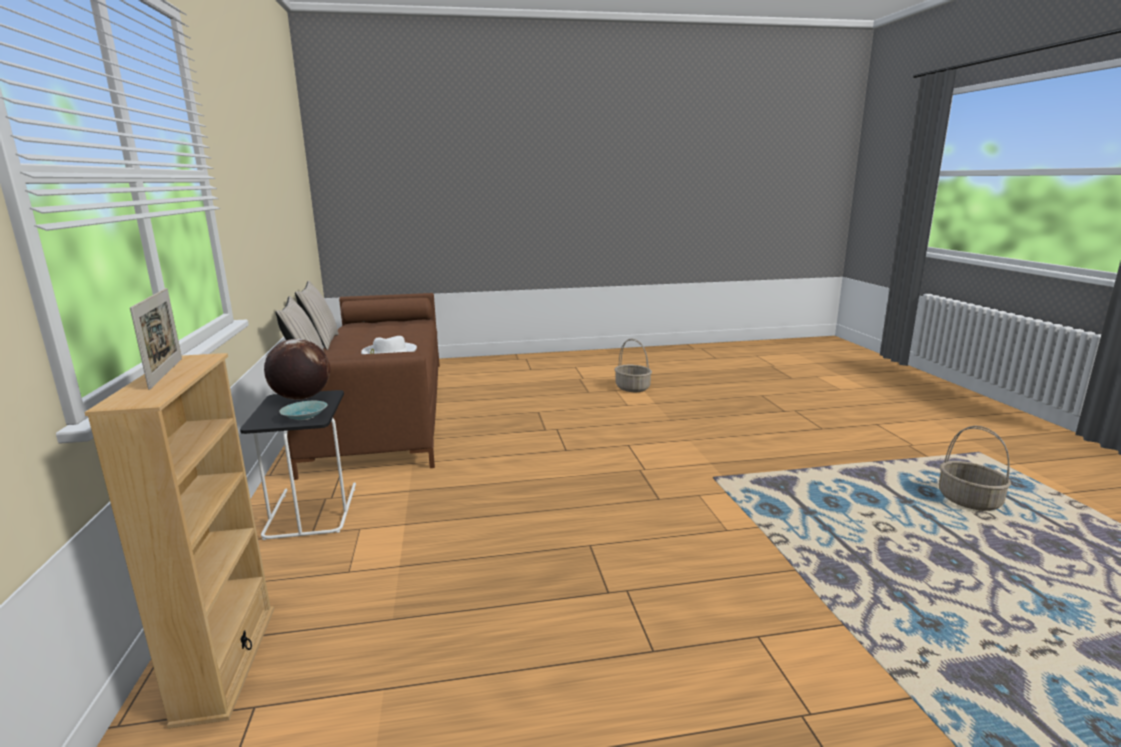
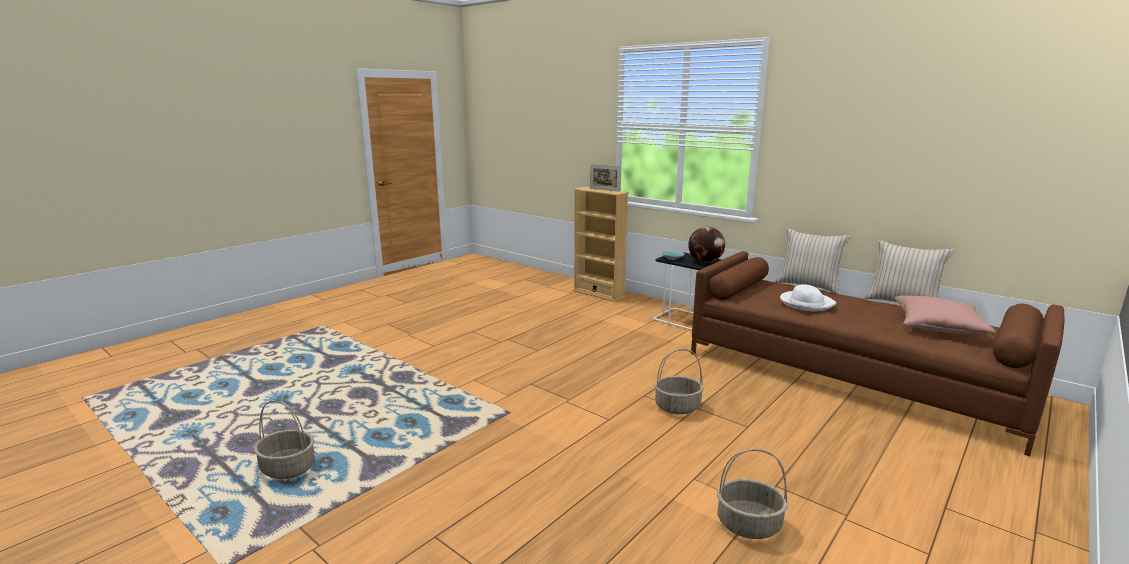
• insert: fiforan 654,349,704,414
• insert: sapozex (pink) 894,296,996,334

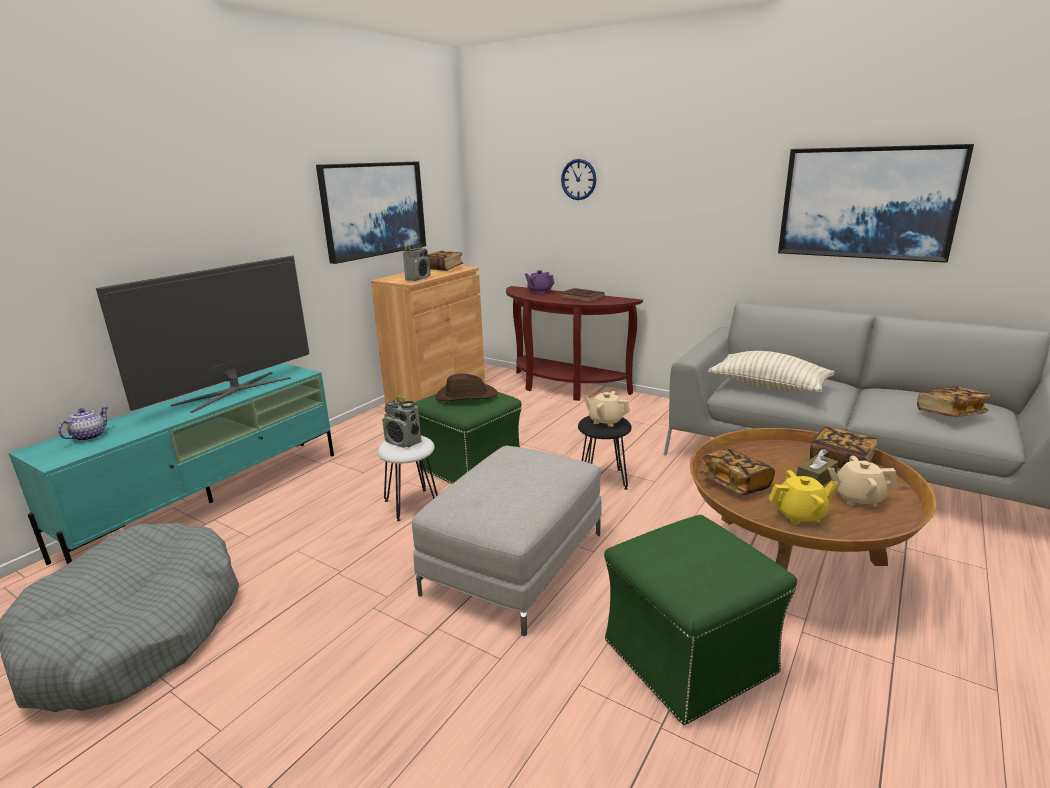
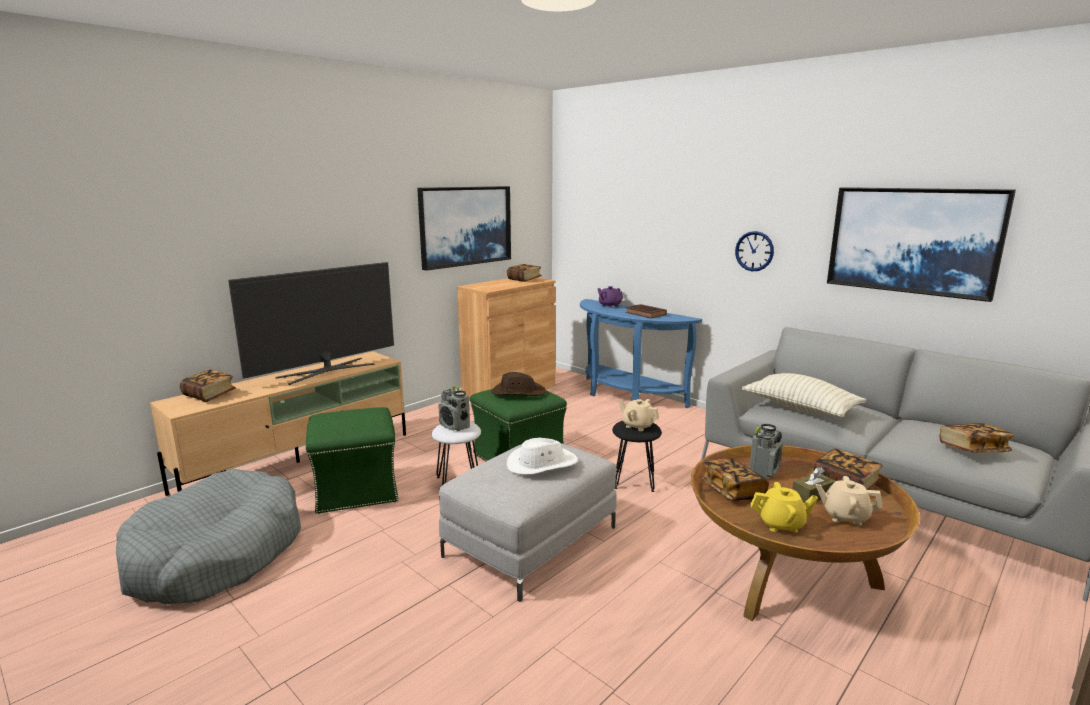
• recolor: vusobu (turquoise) 9,363,334,565 to vusobu (beige) 150,351,406,496
• replace: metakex 58,407,108,441 to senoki 180,369,236,402
• move: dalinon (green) 604,515,797,725 to 306,407,398,514
• insert: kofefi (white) 507,438,578,475
• recolor: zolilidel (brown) 506,286,643,401 to zolilidel (blue) 580,299,702,408
• move: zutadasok 561,159,596,200 to 735,231,774,271
• move: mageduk 403,245,430,281 to 749,424,783,479

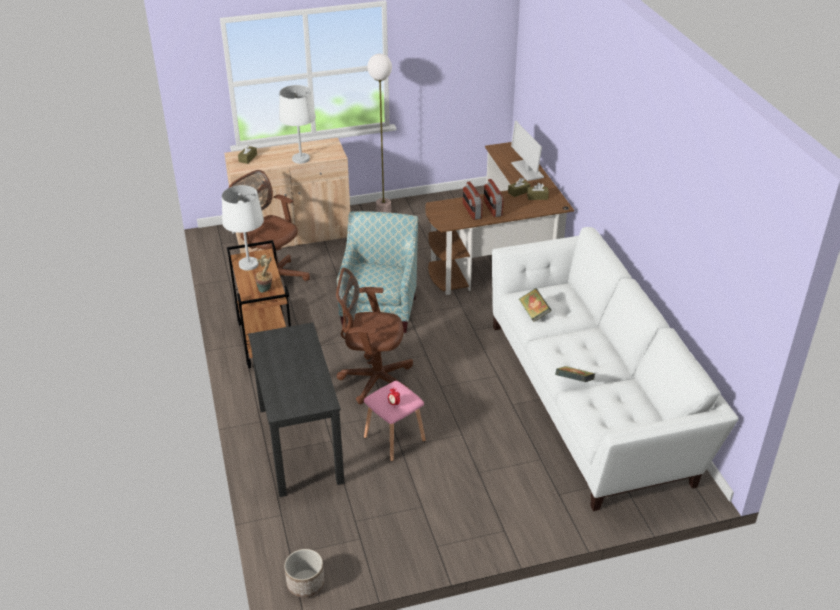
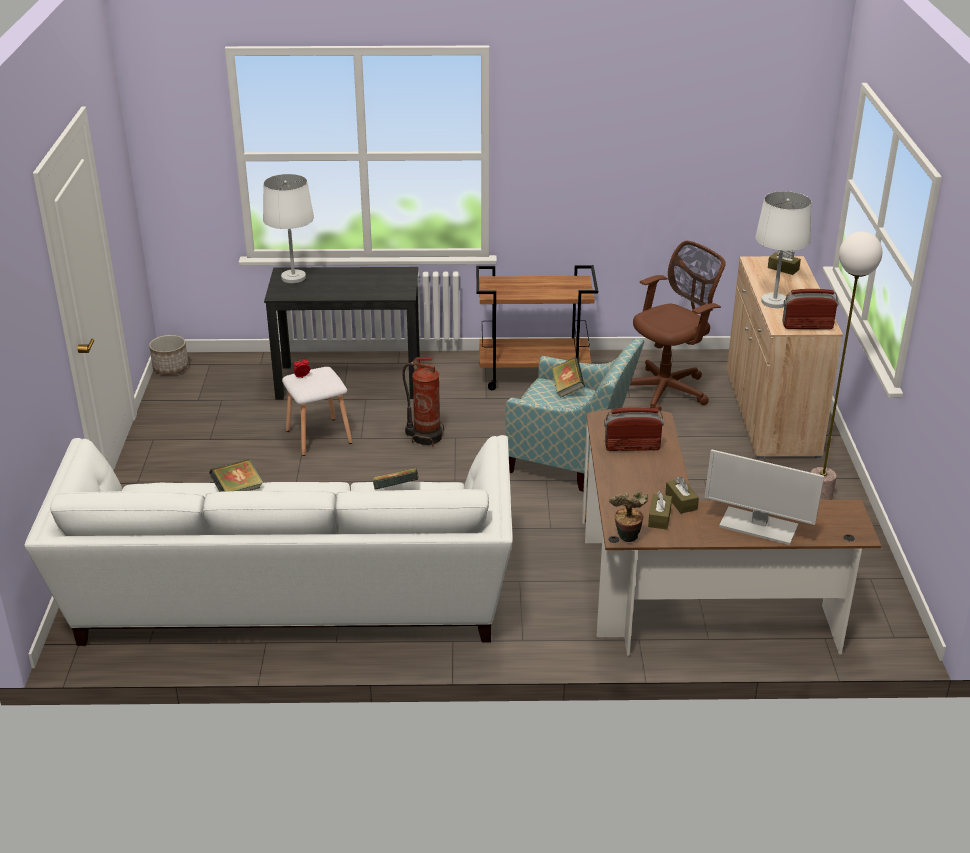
• move: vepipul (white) 222,185,264,270 to 263,174,314,283
• recolor: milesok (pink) 364,381,426,462 to milesok (white) 282,367,352,456
• replace: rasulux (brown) 336,268,413,404 to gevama 402,357,444,446
• insert: senoki 552,357,585,398
• move: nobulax 255,255,272,293 to 609,491,648,542
• rotate: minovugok 511,121,544,181 = 705,449,824,545 150 degrees counterclockwise
• move: mageduk 484,179,504,217 to 782,289,838,329

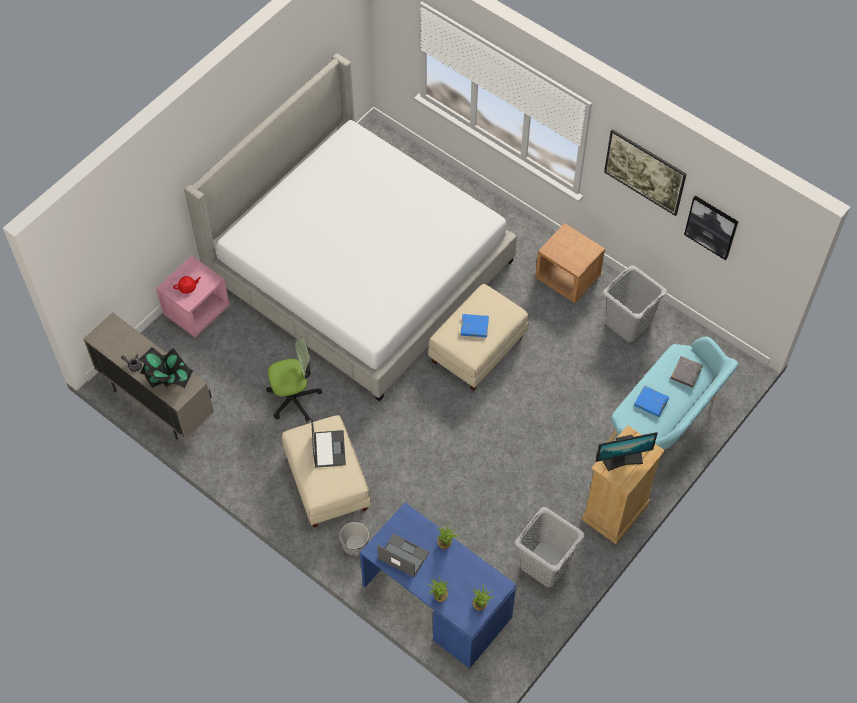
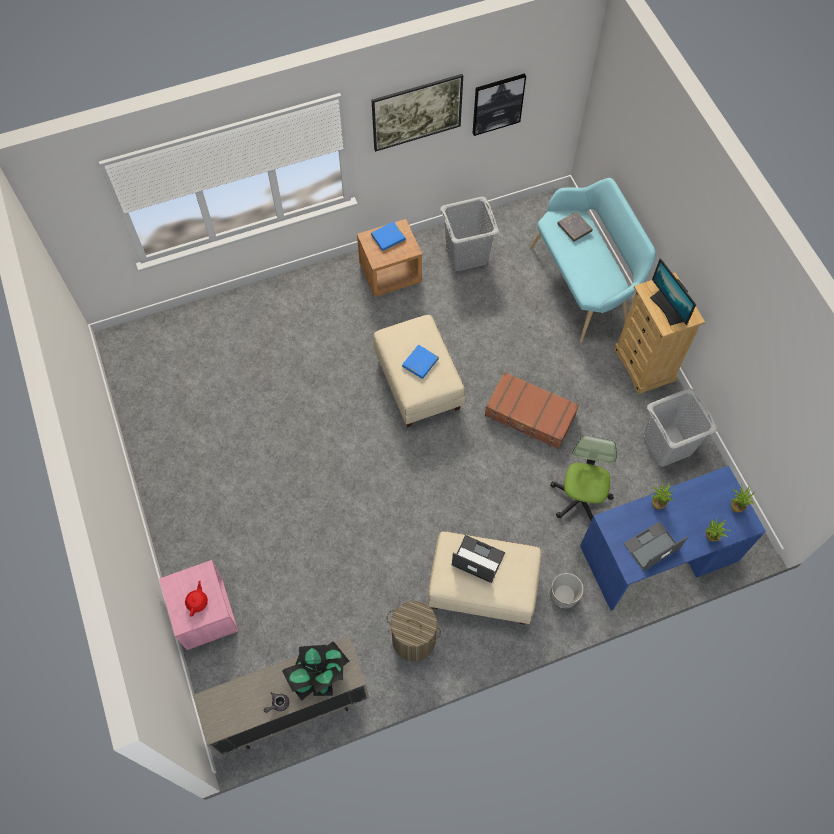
• move: senoki (blue) 634,385,669,417 to 371,222,406,251
• insert: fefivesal 386,601,441,661
• insert: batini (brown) 485,372,579,449
• move: rasulux 266,337,322,421 to 550,435,617,520
• rotate: minovugok 596,432,658,471 = 650,258,696,326 135 degrees clockwise
• delete: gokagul 184,54,517,401

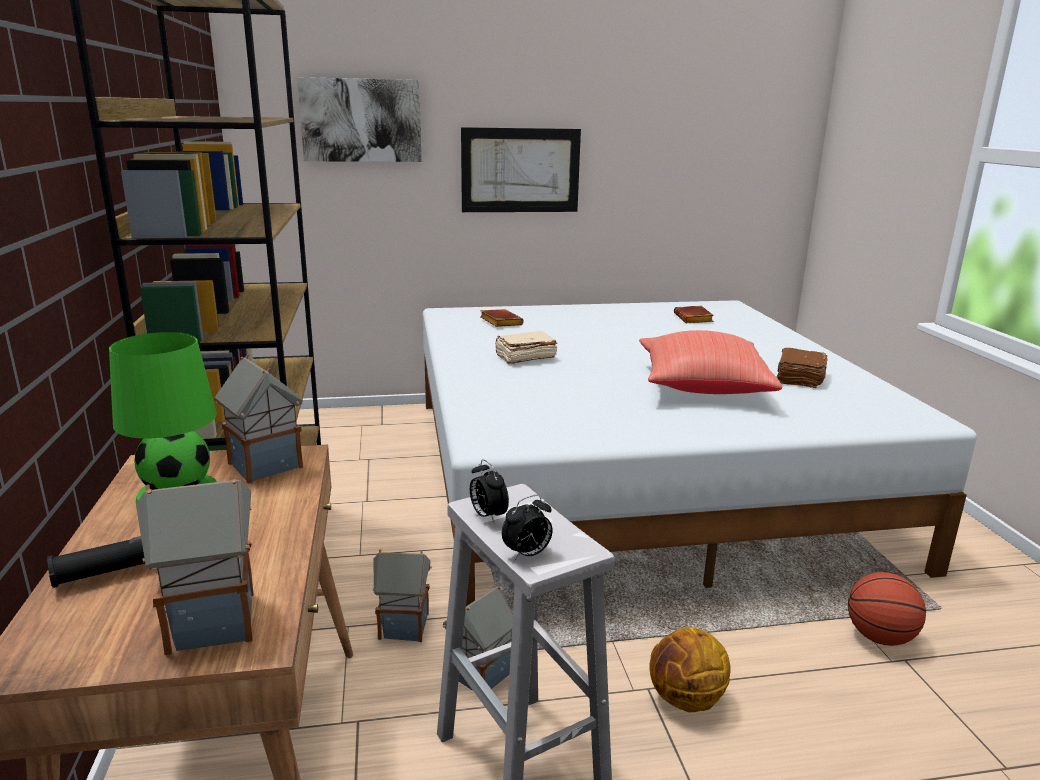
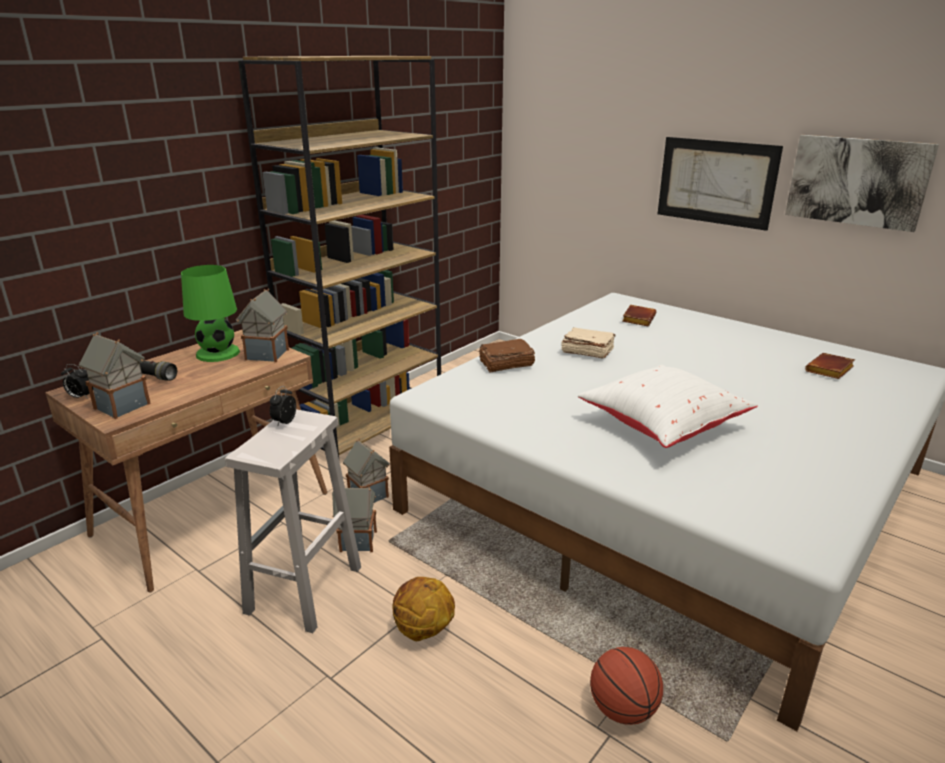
• move: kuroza 502,495,553,561 to 61,364,93,399
• move: senoki (brown) 777,348,828,388 to 479,339,535,373
• recolor: sapozex (red) 639,330,783,394 to sapozex (white) 578,365,758,448
• move: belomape 297,77,422,162 to 785,135,939,232

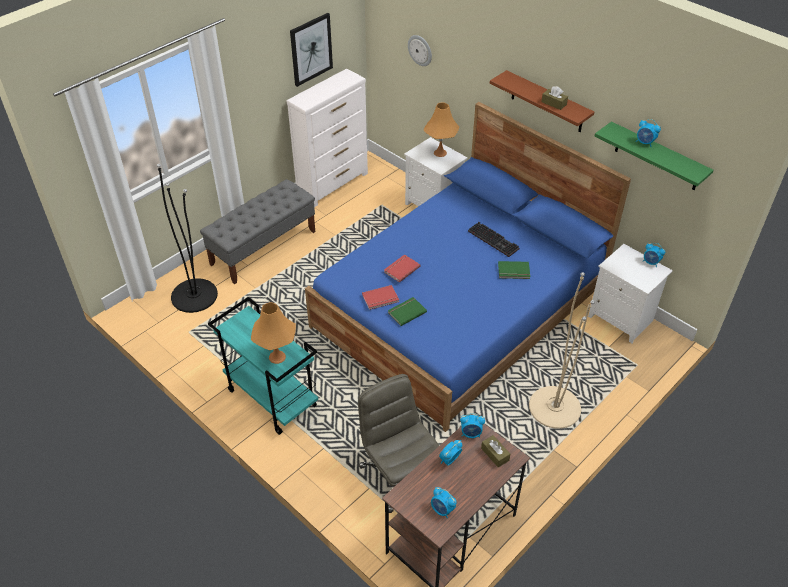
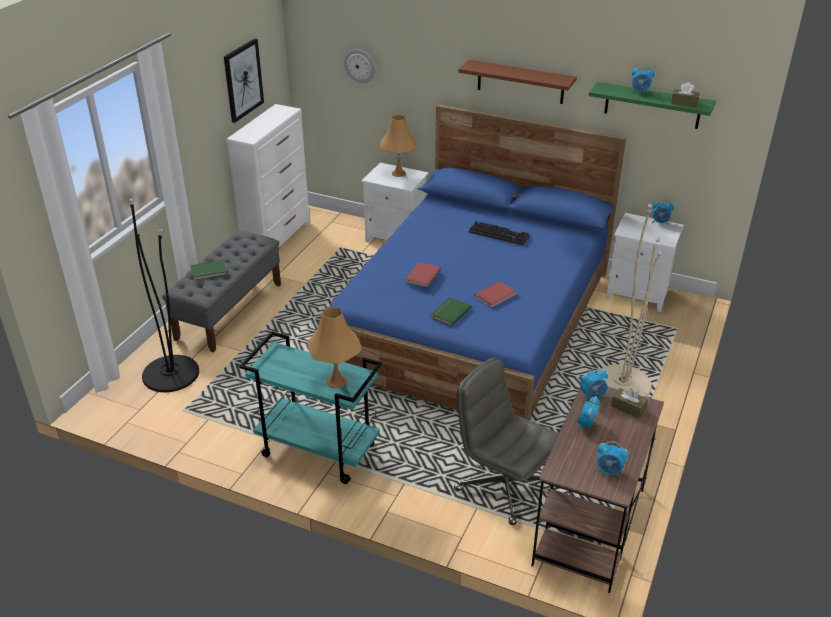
• move: senoki (green) 498,261,530,279 to 191,260,227,280
• move: senoki (red) 362,285,399,310 to 474,281,517,308
• move: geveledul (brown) 541,86,568,110 to 671,82,700,107

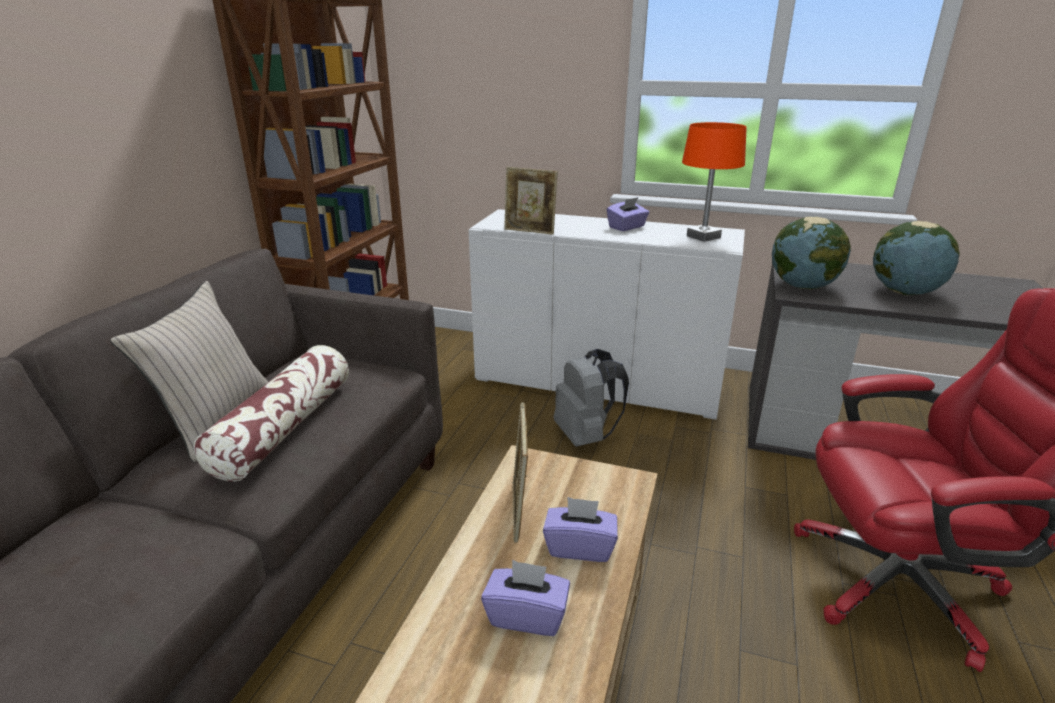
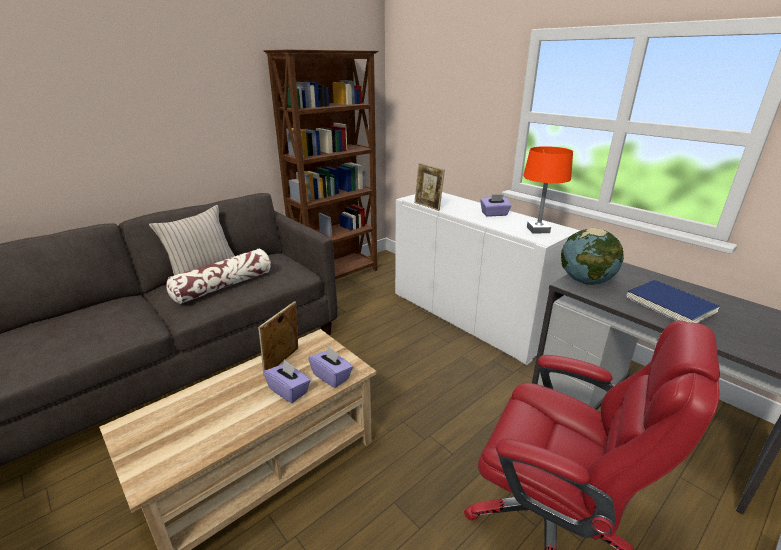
• move: geveledul (purple) 481,560,570,636 to 308,346,353,388
• replace: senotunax 873,221,960,295 to senoki (blue) 626,280,720,323
• delete: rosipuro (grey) 554,349,629,447

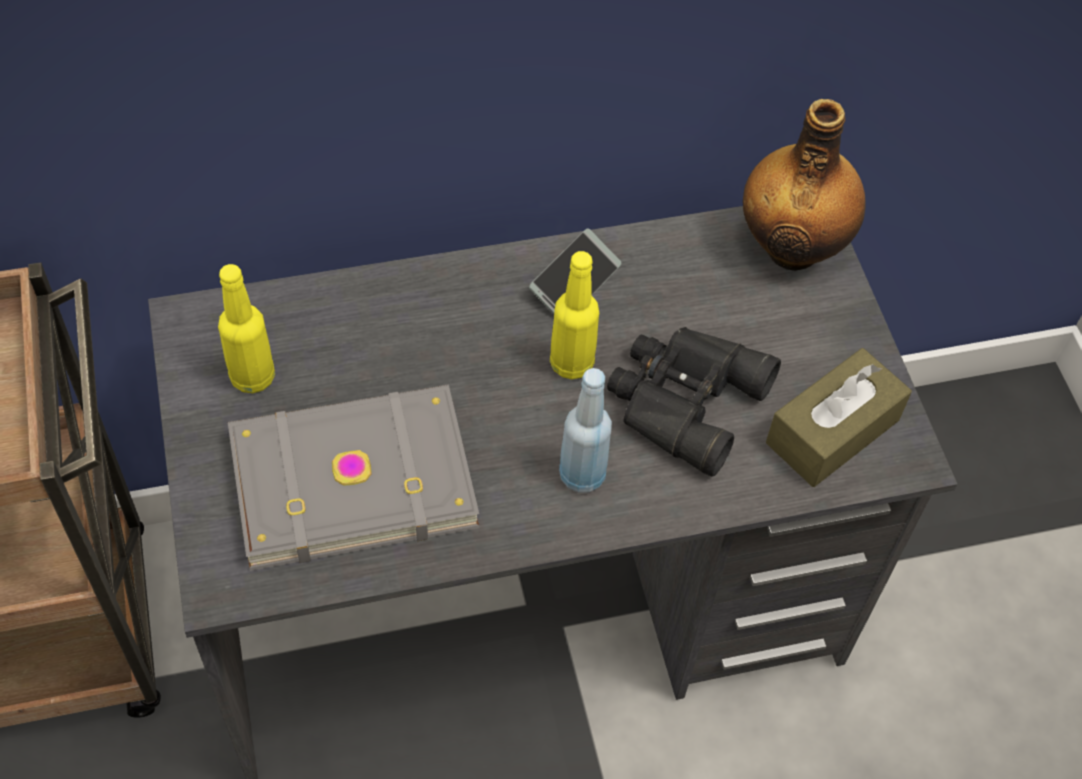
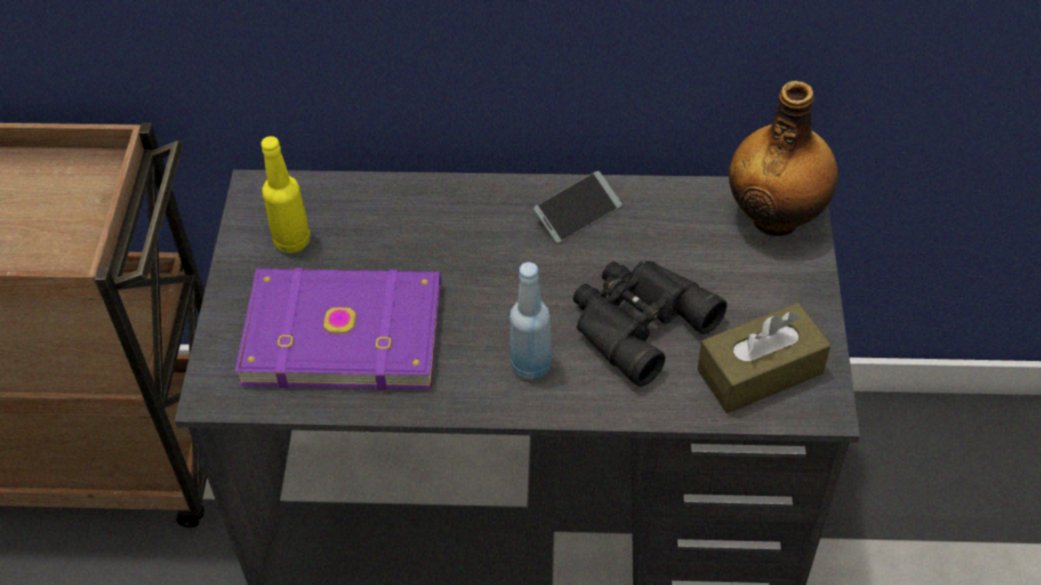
• recolor: senoki (grey) 228,385,479,571 to senoki (purple) 235,268,441,390
• delete: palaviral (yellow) 550,251,599,379

